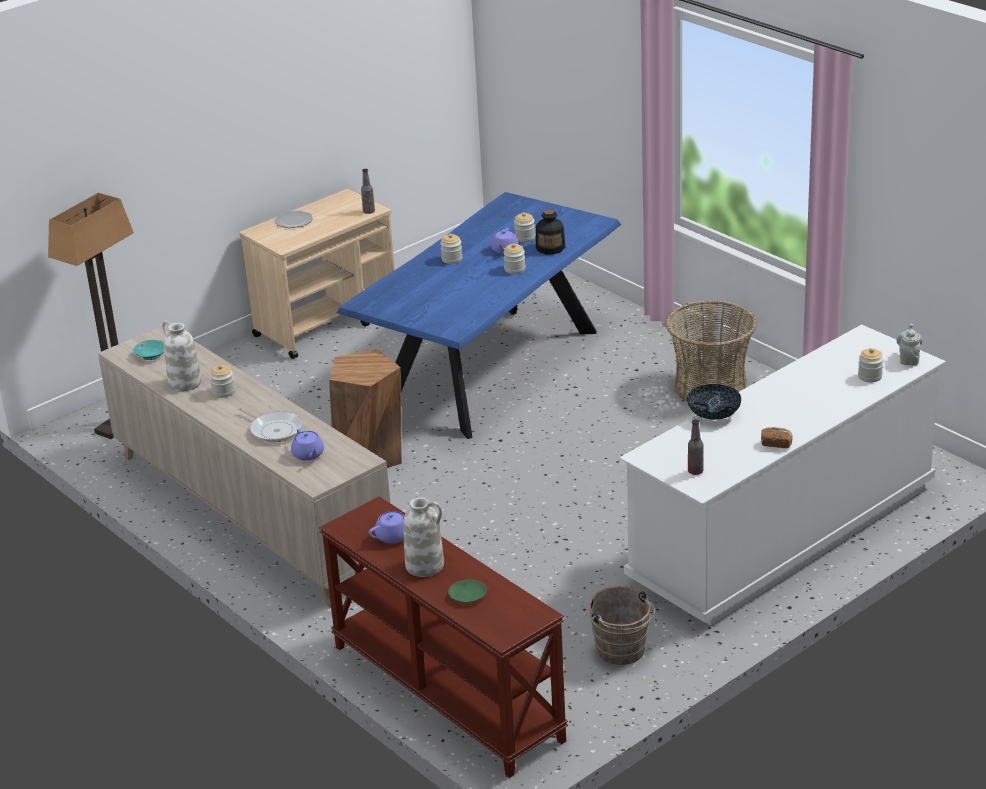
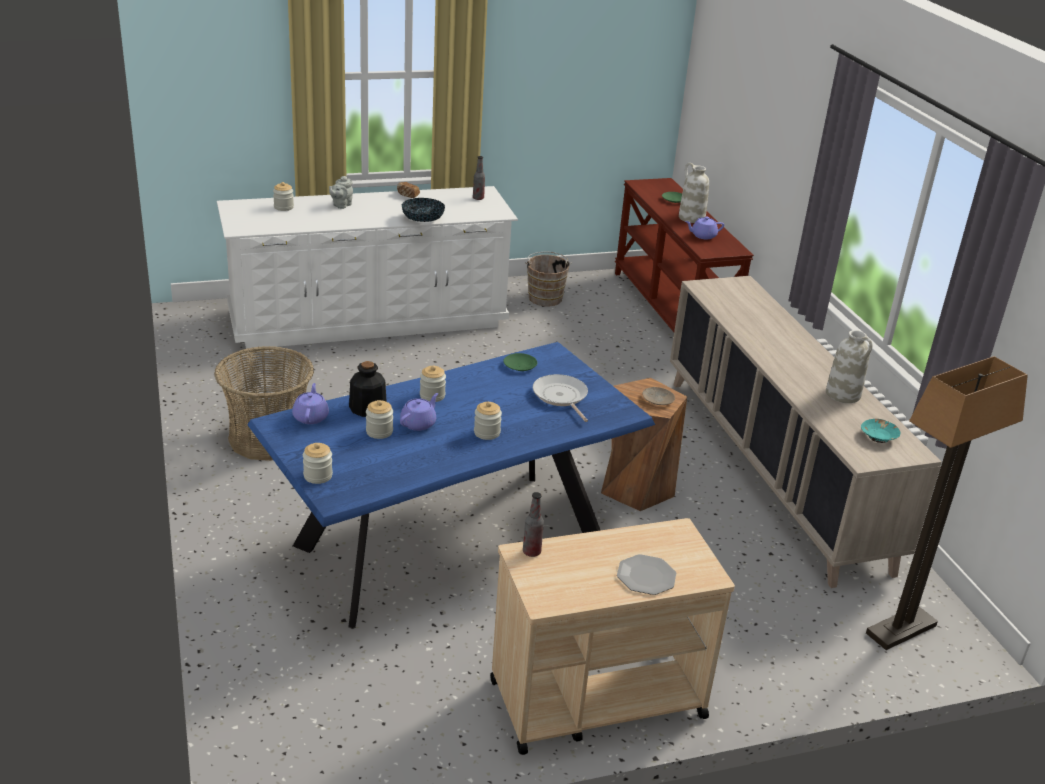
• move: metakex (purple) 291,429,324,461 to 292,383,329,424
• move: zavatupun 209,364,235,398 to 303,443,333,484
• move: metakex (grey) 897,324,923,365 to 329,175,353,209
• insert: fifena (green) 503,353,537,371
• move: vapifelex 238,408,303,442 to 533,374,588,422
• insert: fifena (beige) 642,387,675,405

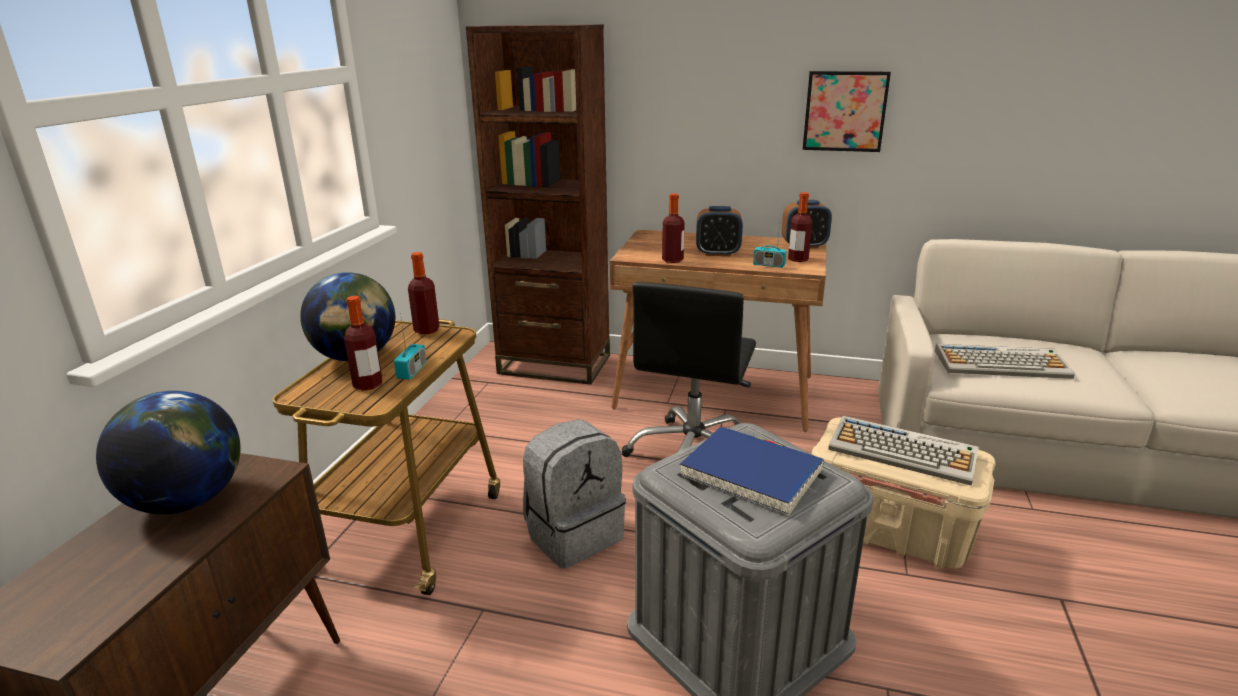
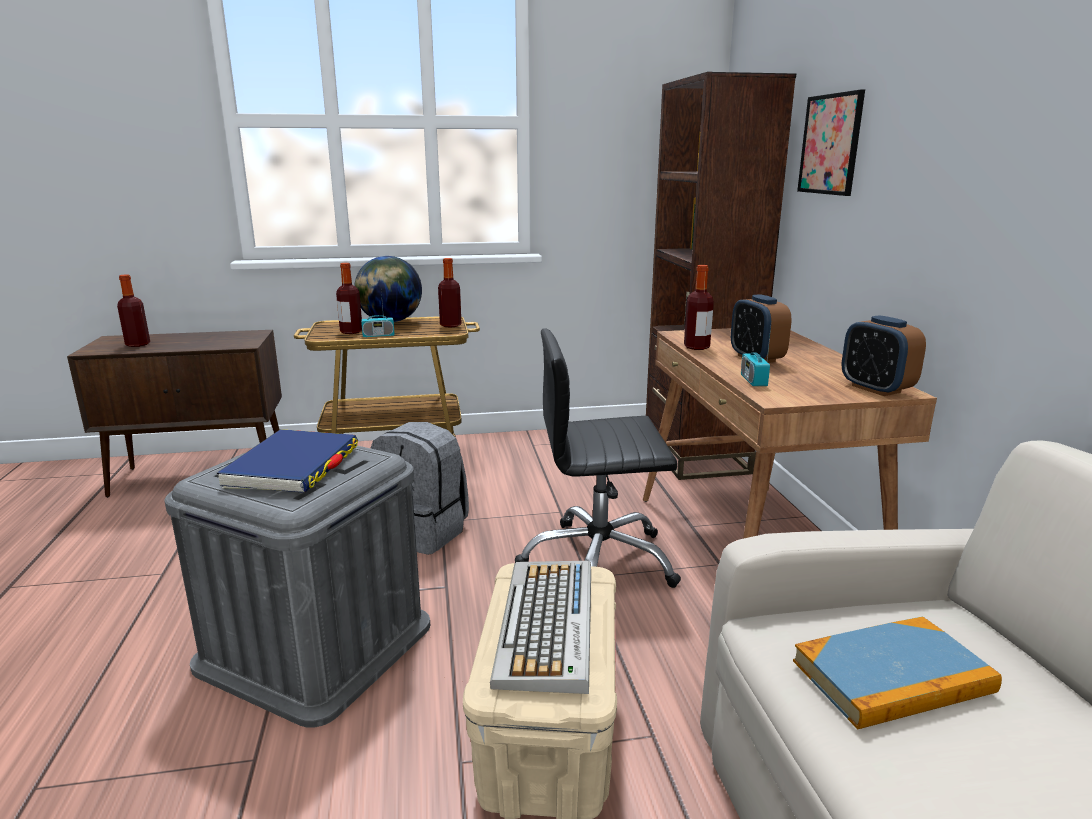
• move: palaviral 788,192,812,262 to 117,274,150,347
• replace: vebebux 935,344,1075,379 to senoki 793,617,1002,730
• move: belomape 803,71,891,152 to 797,89,865,196
• delete: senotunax 96,391,240,514

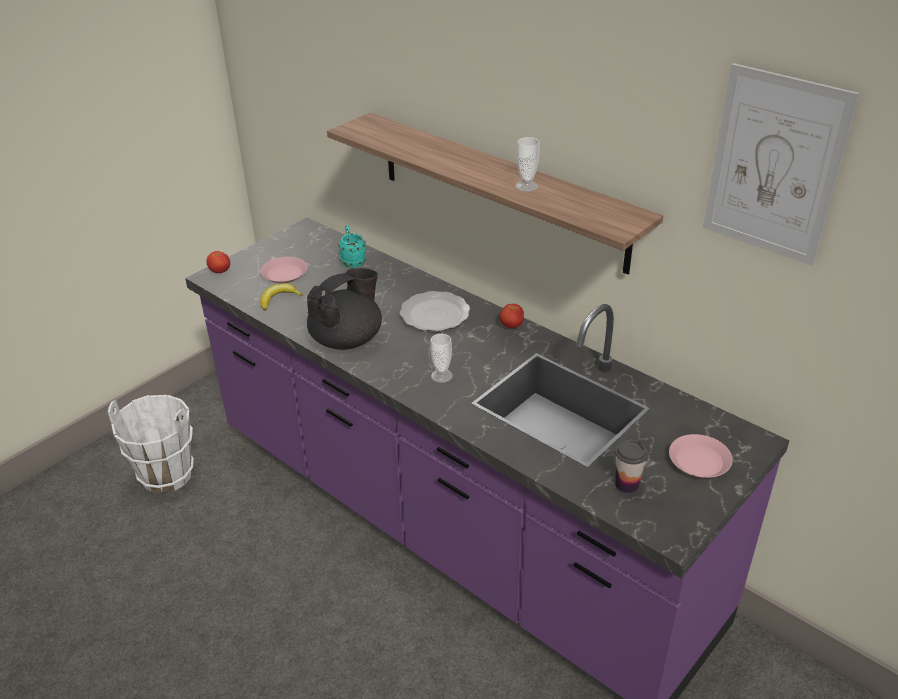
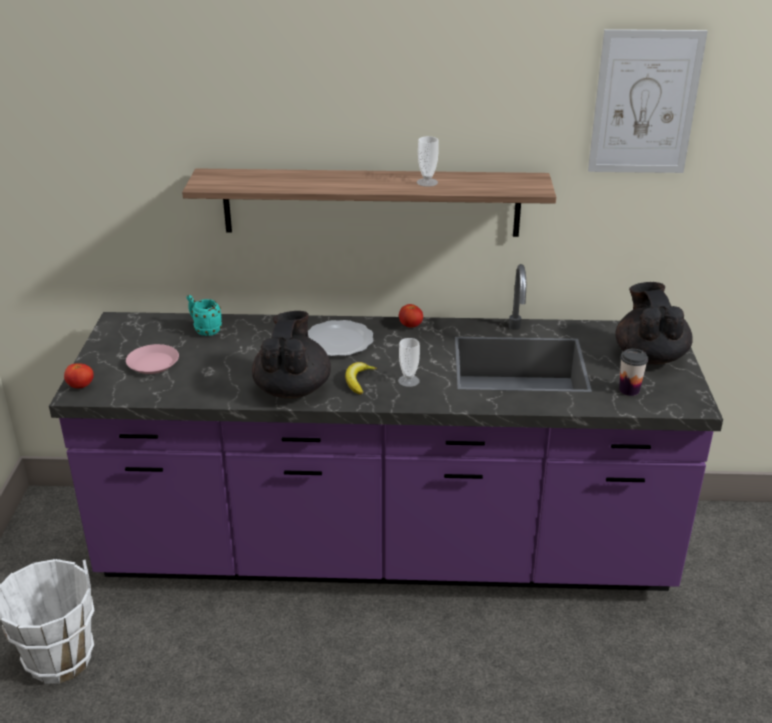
• move: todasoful 260,283,303,310 to 345,362,377,395
• replace: fifena (pink) 669,434,733,478 to metakex (black) 615,282,693,365

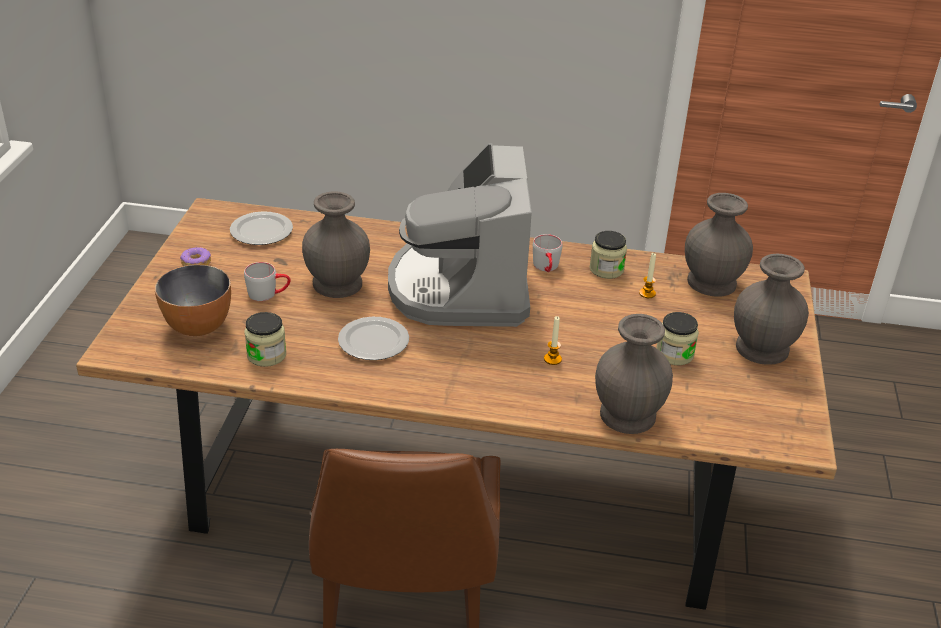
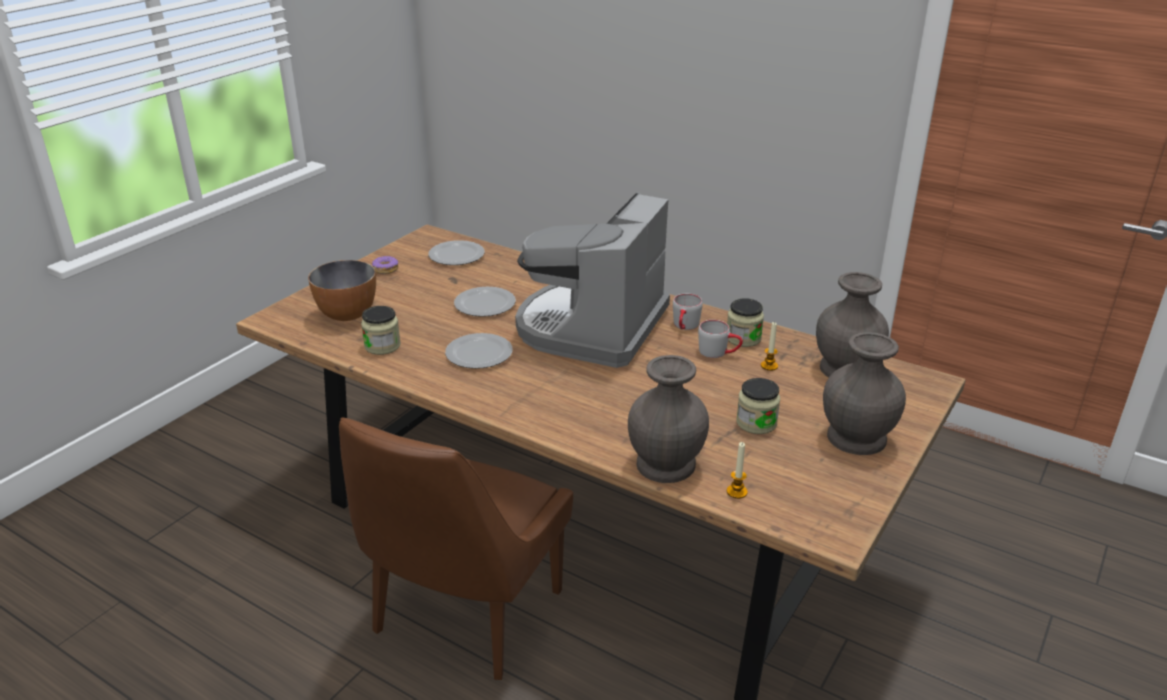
• replace: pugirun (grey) 302,191,370,298 to fifena 454,287,516,317
• move: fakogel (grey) 244,262,291,301 to 698,320,743,358
• move: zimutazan 544,316,562,365 to 727,442,748,499

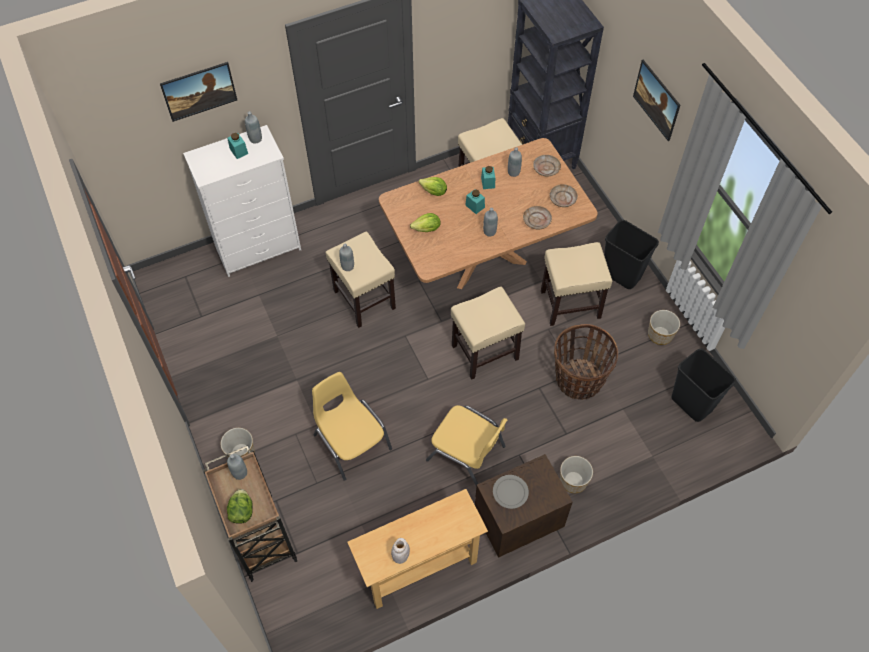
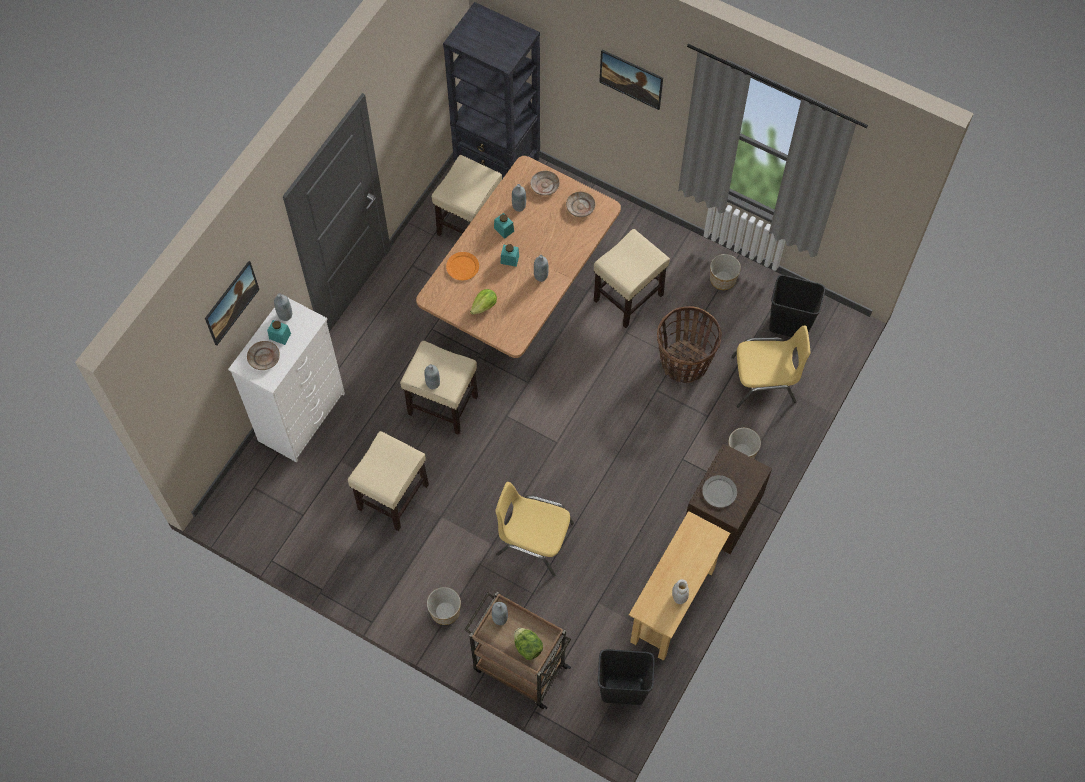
• move: fifena (beige) 523,206,552,229 to 247,341,280,370
• move: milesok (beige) 451,287,525,380 to 348,431,429,531
• replace: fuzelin 419,177,447,196 to fifena (orange) 446,252,479,280
• move: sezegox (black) 604,220,659,289 to 598,649,655,705
• move: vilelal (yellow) 426,405,508,486 to 731,326,810,407

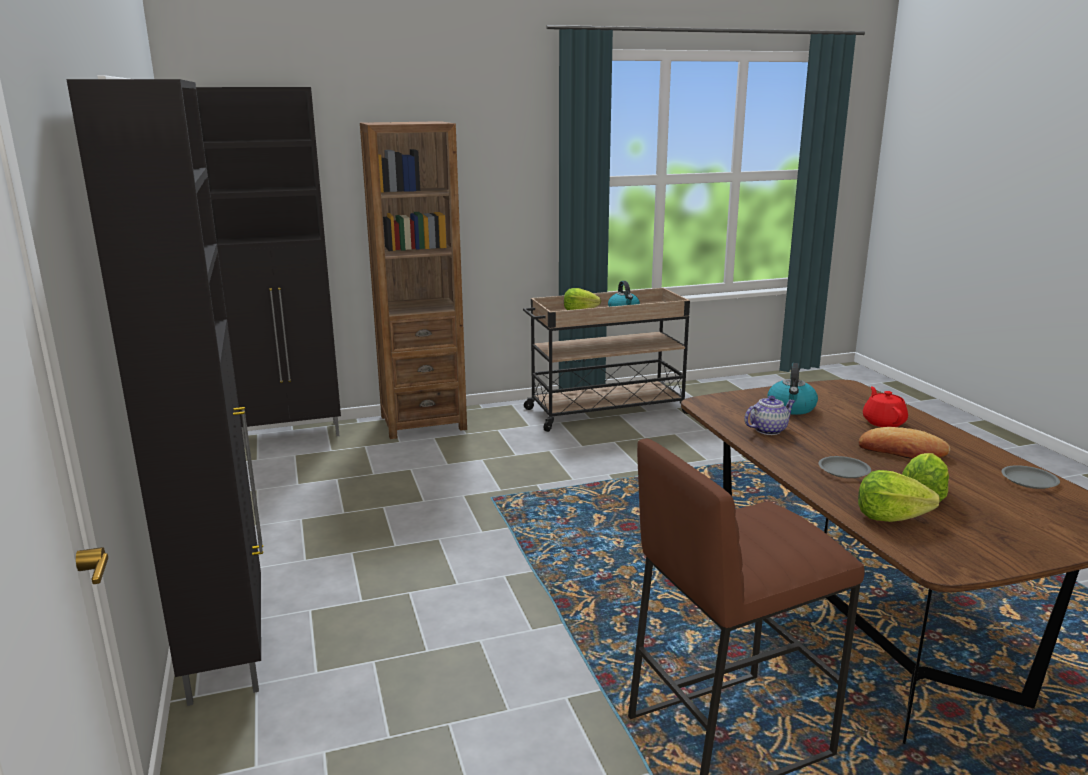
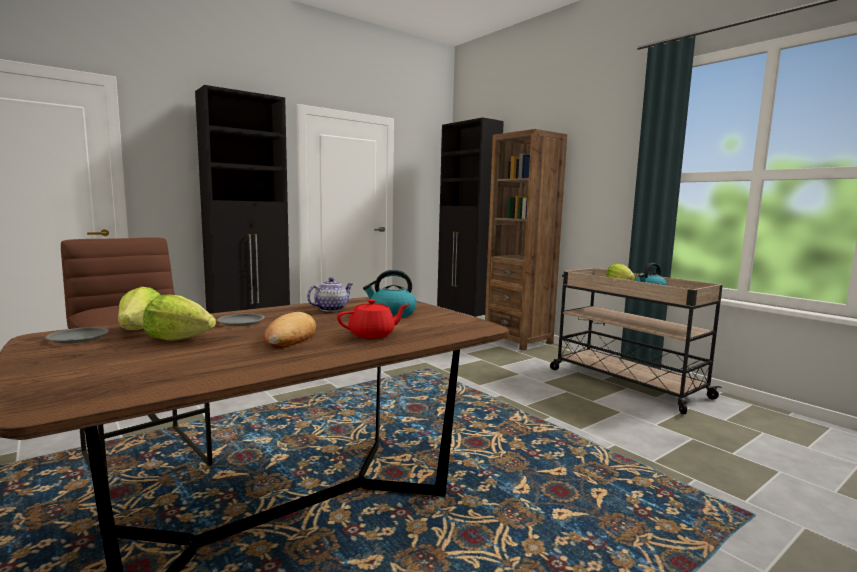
• move: fifena (grey) 1001,465,1060,489 to 45,327,109,343
• rotate: metakex 744,395,795,435 = 307,277,353,312 90 degrees counterclockwise

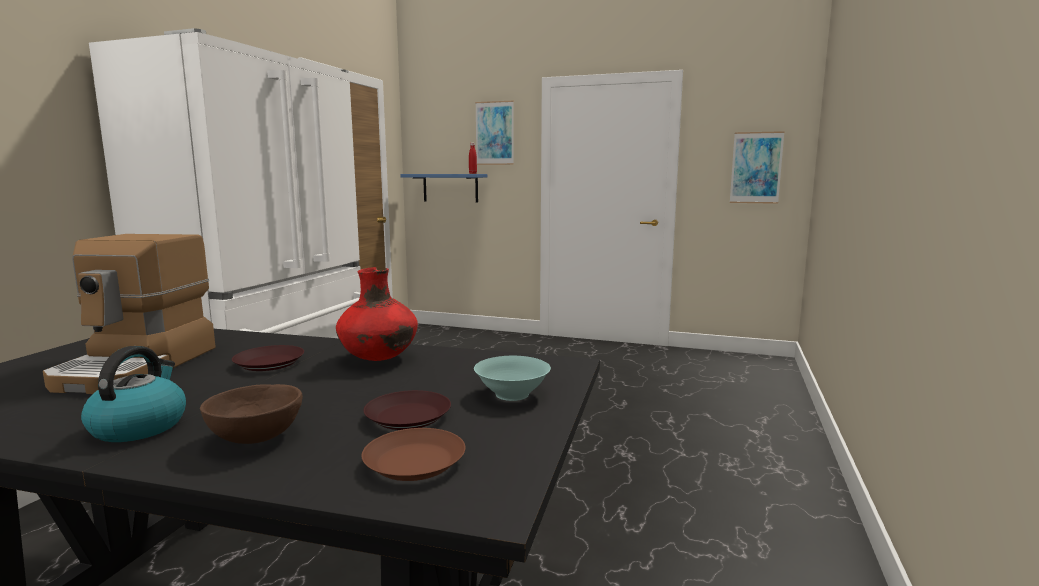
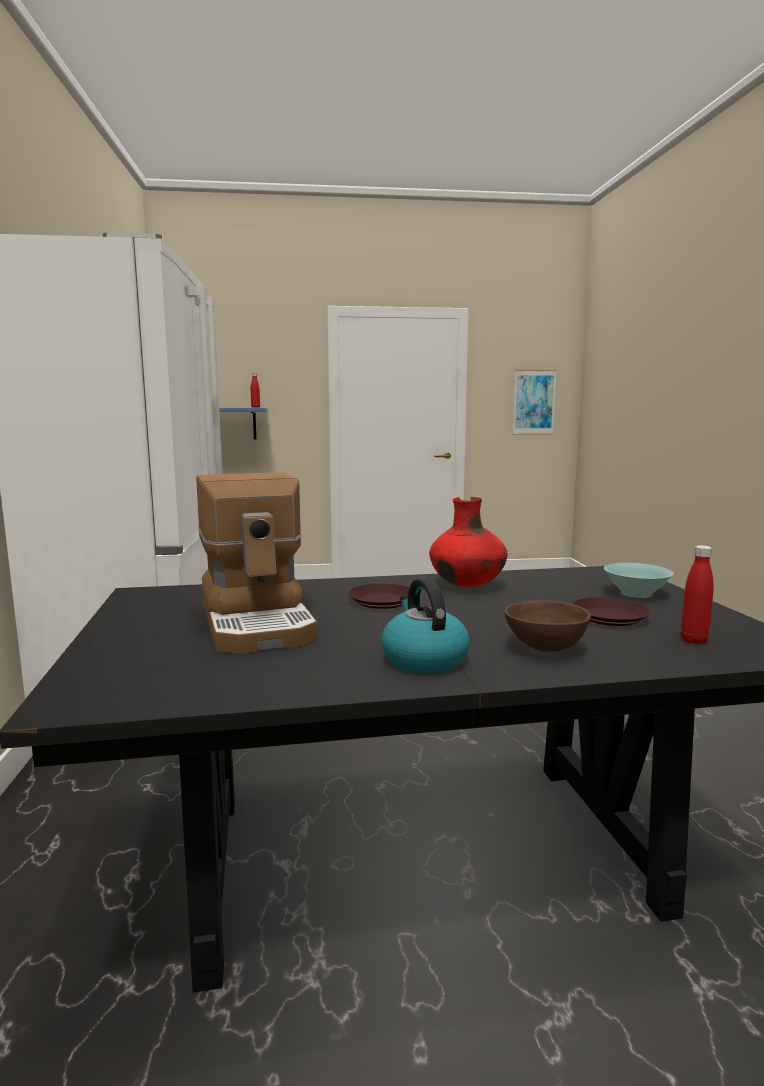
• replace: fifena (brown) 362,428,465,481 to palaviral (red) 680,545,713,644
• delete: belomape 475,101,514,165

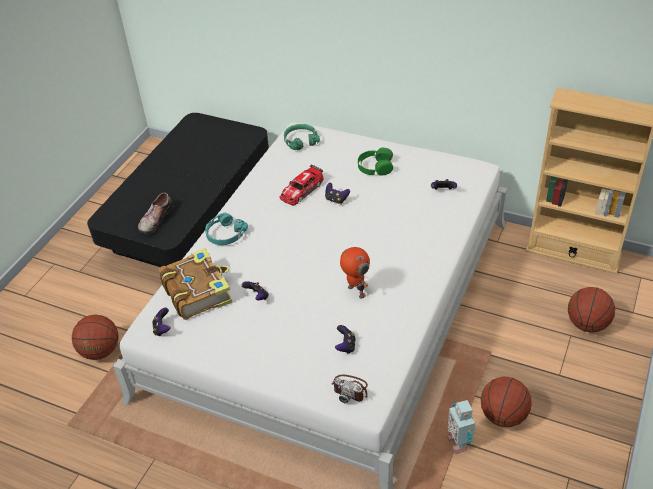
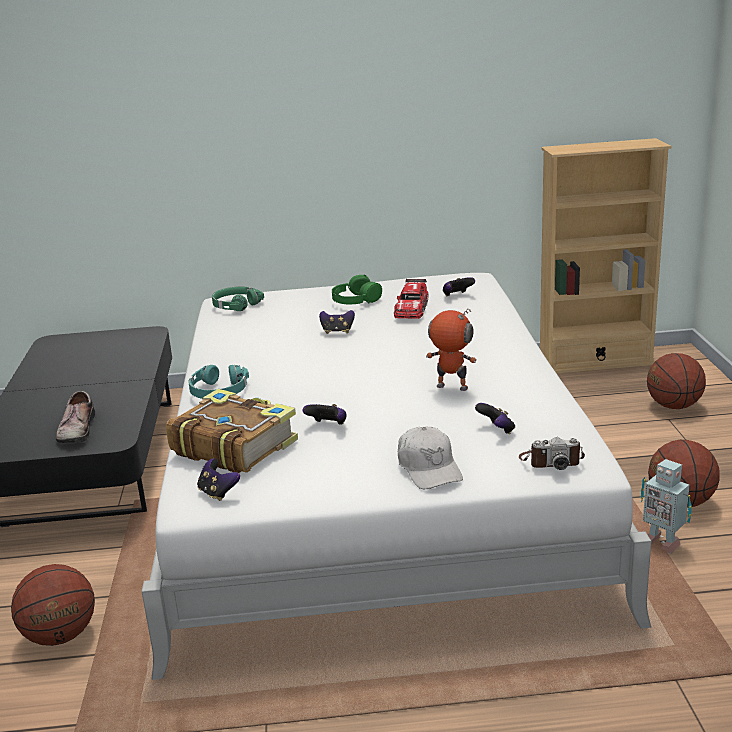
• move: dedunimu 280,164,323,206 to 394,279,429,319
• insert: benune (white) 398,427,463,489

